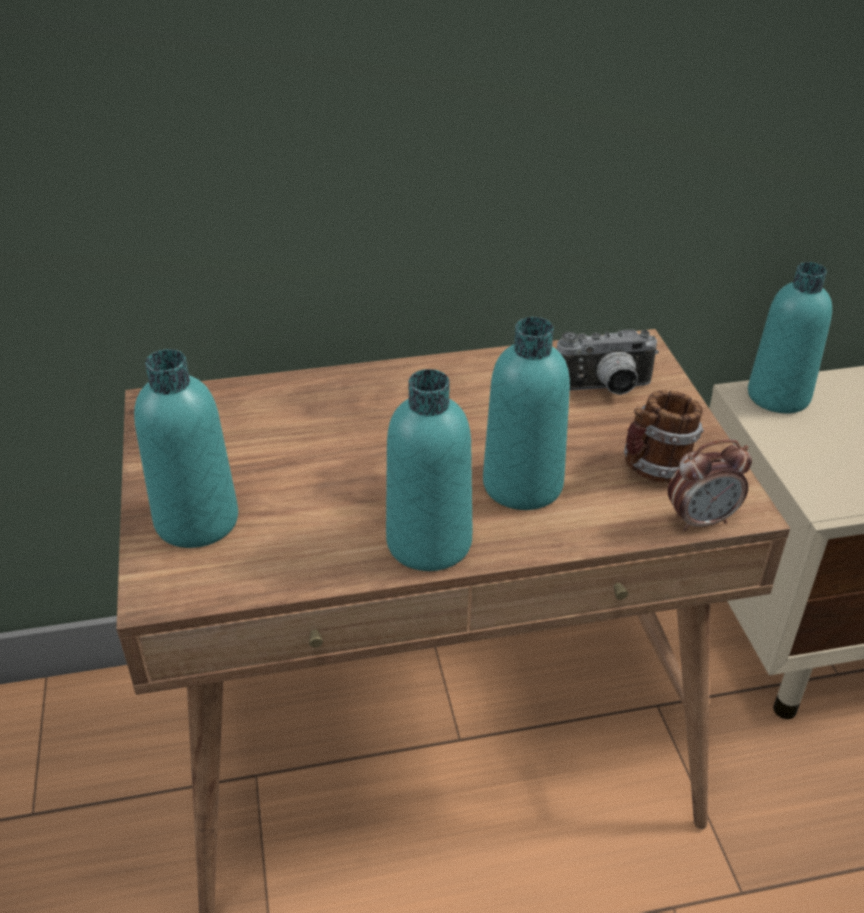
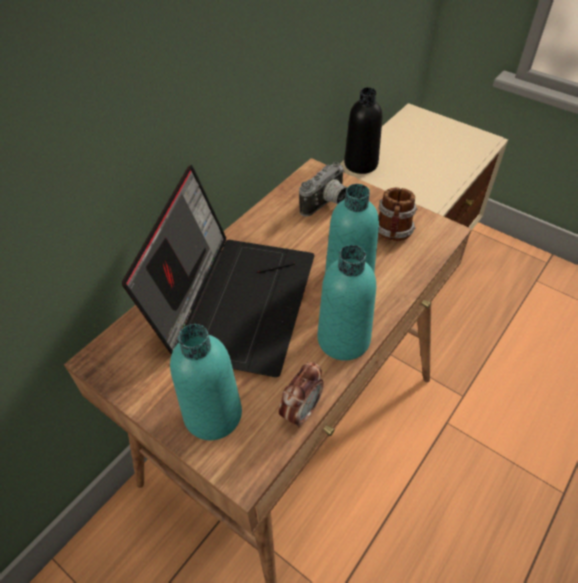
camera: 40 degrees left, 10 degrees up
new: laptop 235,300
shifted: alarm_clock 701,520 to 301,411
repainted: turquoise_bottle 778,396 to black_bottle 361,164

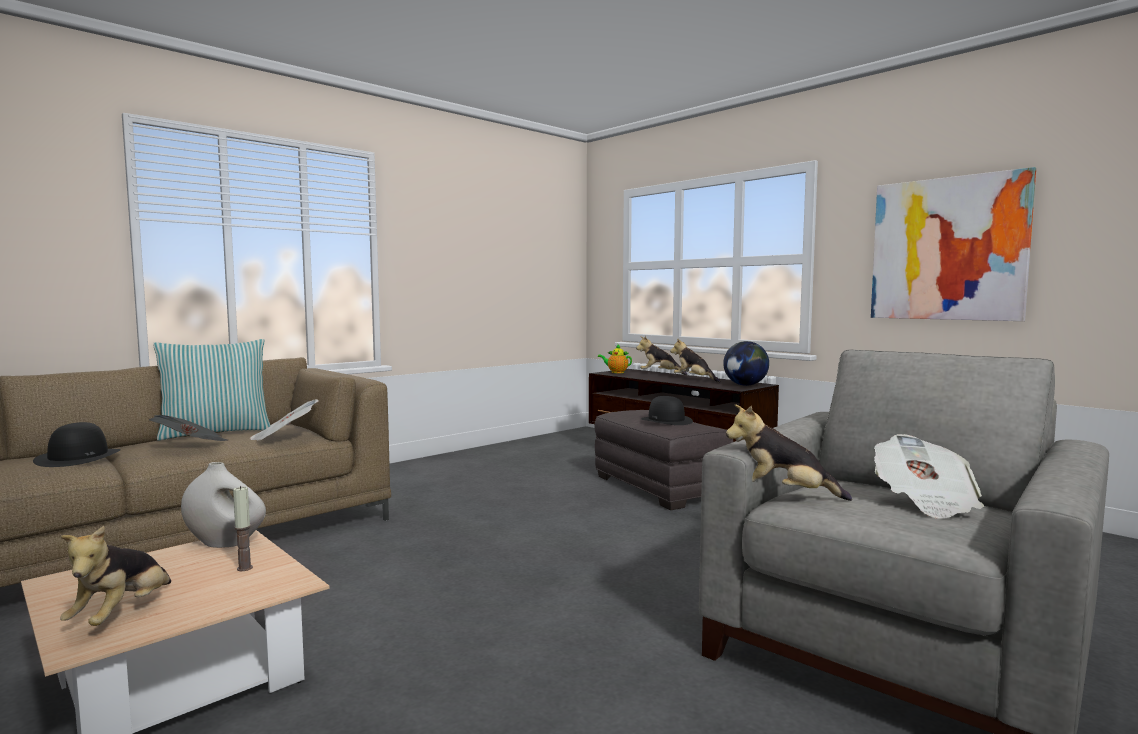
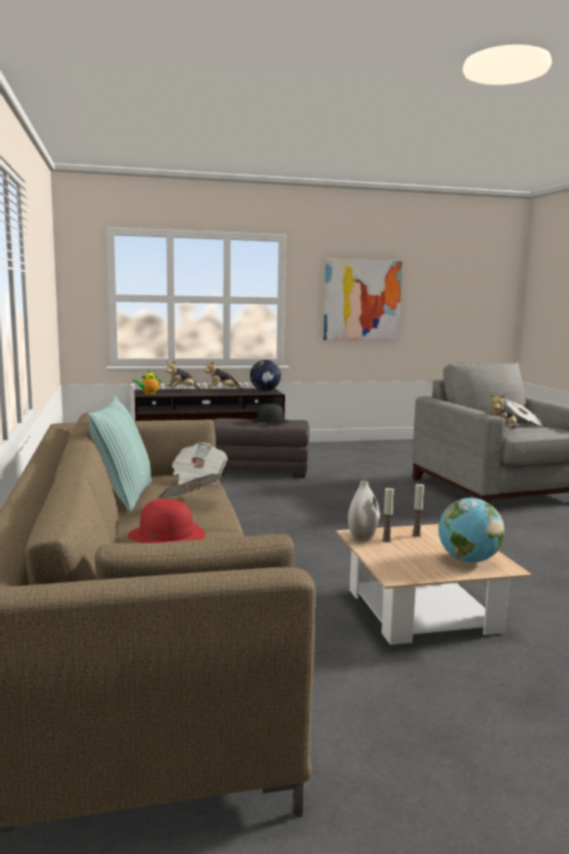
camera: 60 degrees left, 5 degrees up
new: candle 386,540
swapped: plush_toy 122,614 to globe 468,560
repainted: black_hat 78,457 to red_hat 167,535

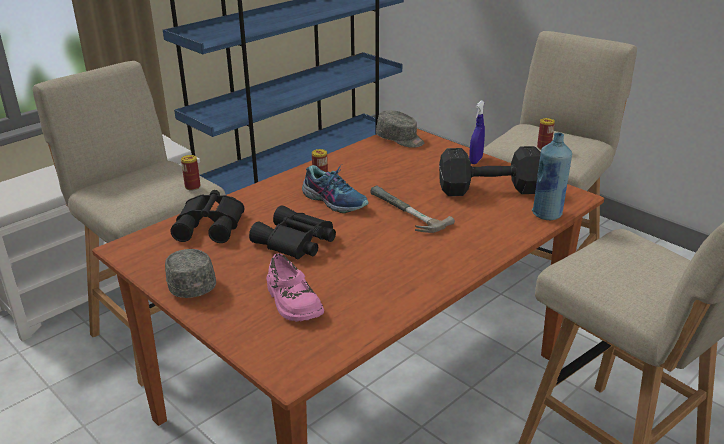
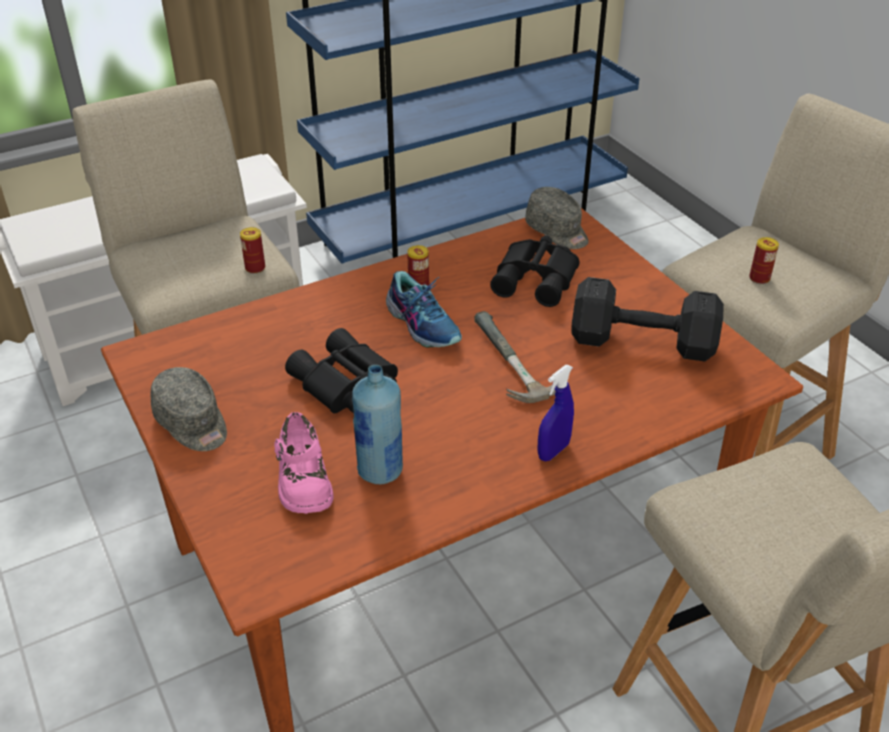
camera: 15 degrees right, 10 degrees up
shifted: black_binoculars 212,225 to 537,279; blue_spray_bottle 475,160 to 553,451; blue_bottle 547,214 to 380,471
rotated: grey_cap 189,283 = 192,423 150 degrees clockwise

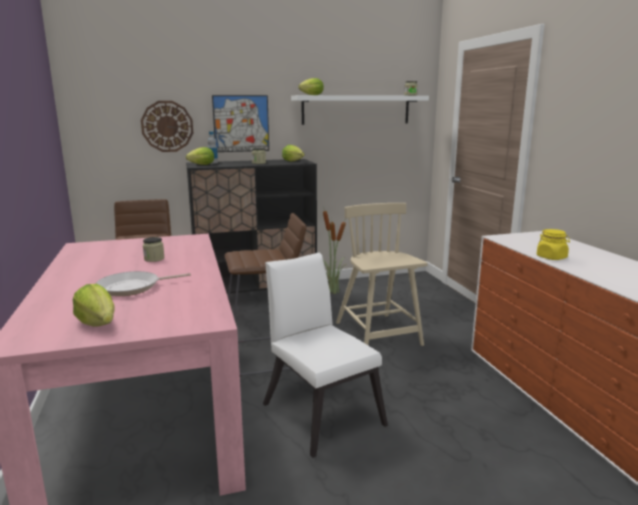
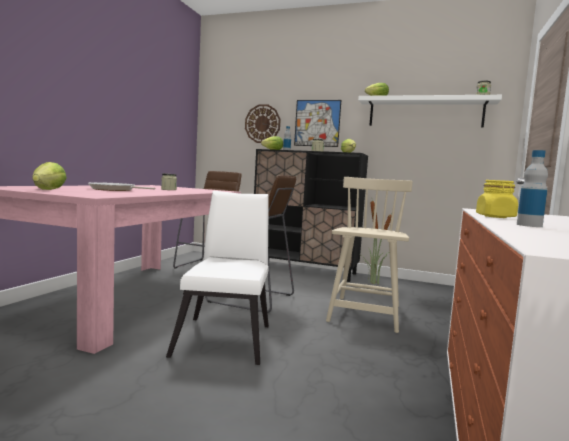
camera: 35 degrees right, 10 degrees down
new: bottle 529,225

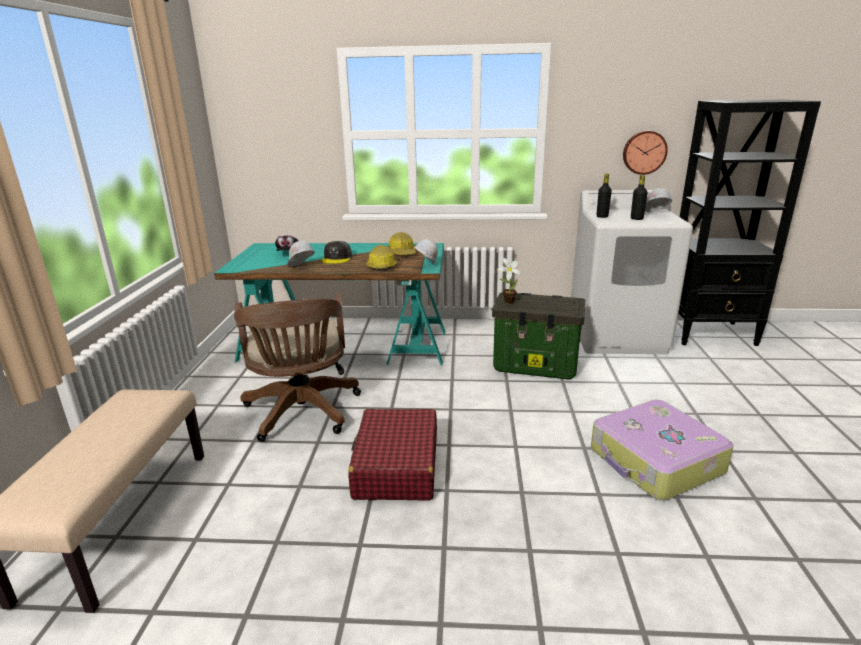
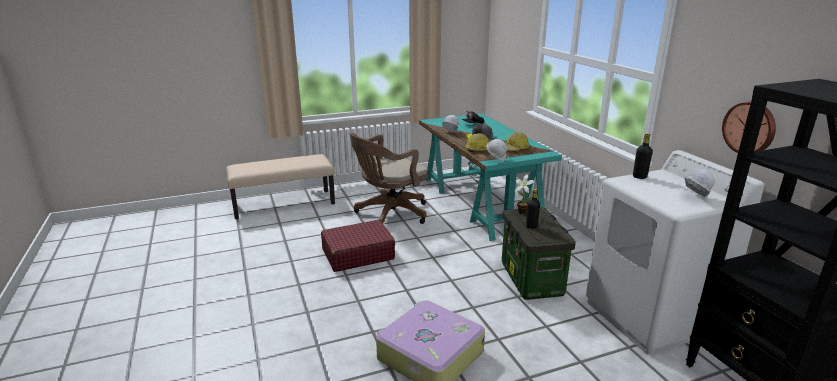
camera: 65 degrees right, 0 degrees up
shifted: black_bottle 636,219 to 531,226

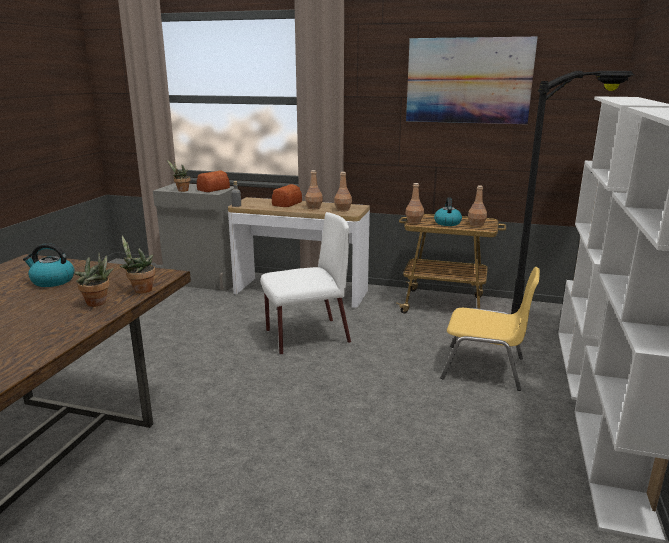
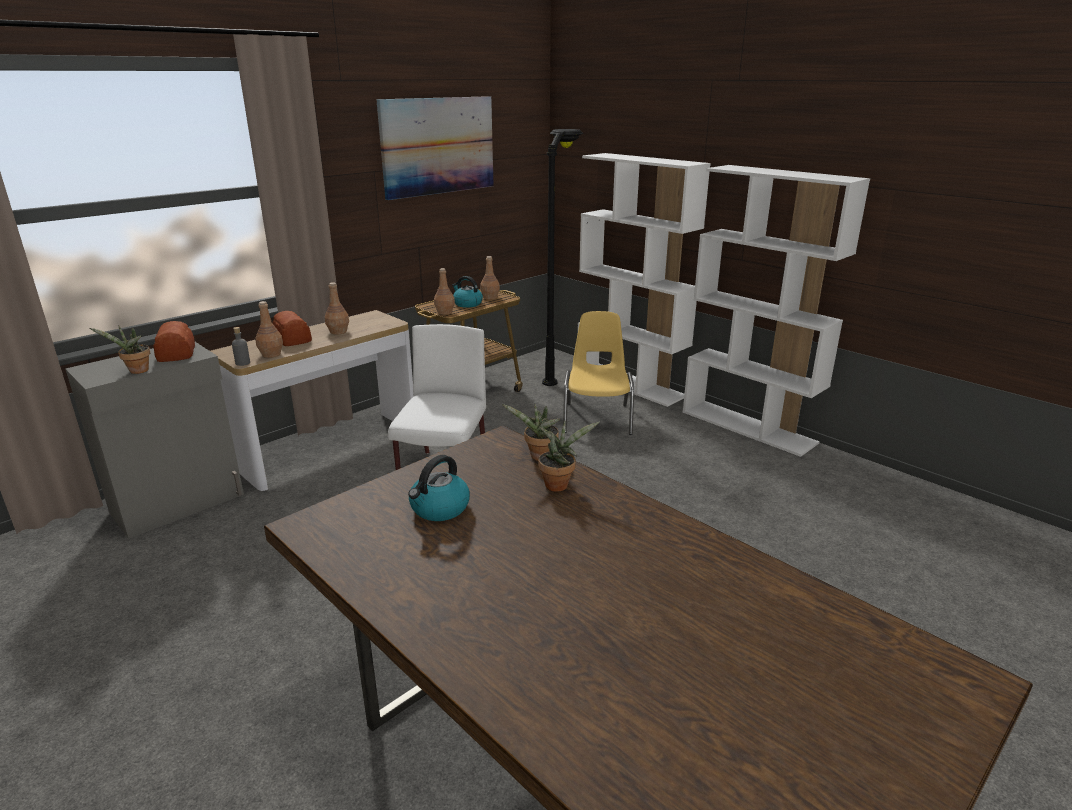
camera: 60 degrees left, 5 degrees up
shifted: brown_bottle 342,210 to 271,354
rotated: yellow_chair 484,368 = 597,418 45 degrees counterclockwise

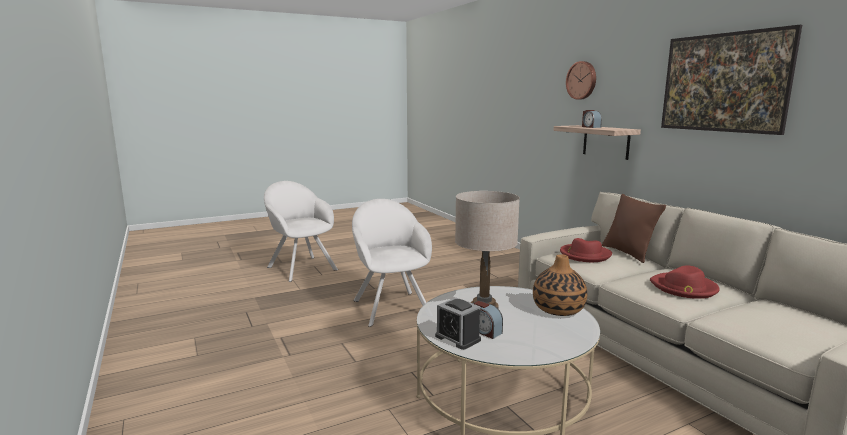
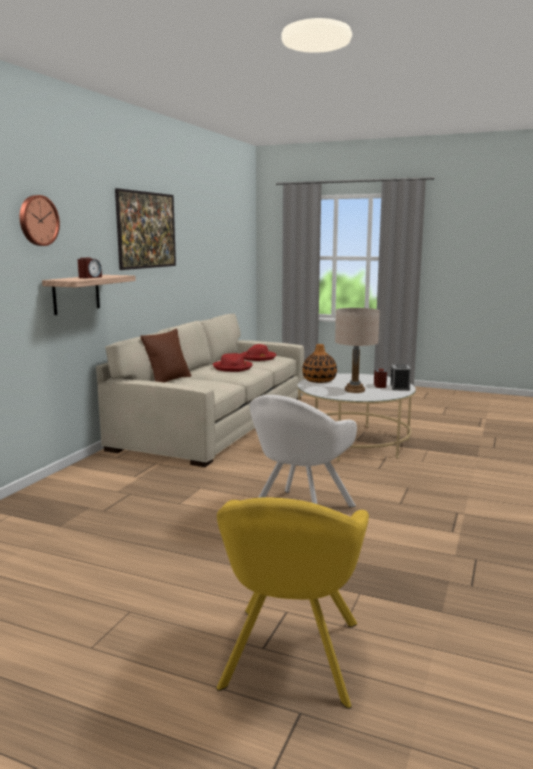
camera: 130 degrees left, 0 degrees up
shifted: red_hat 584,255 to 258,357
repainted: white_armchair 300,267 to yellow_armchair 290,659

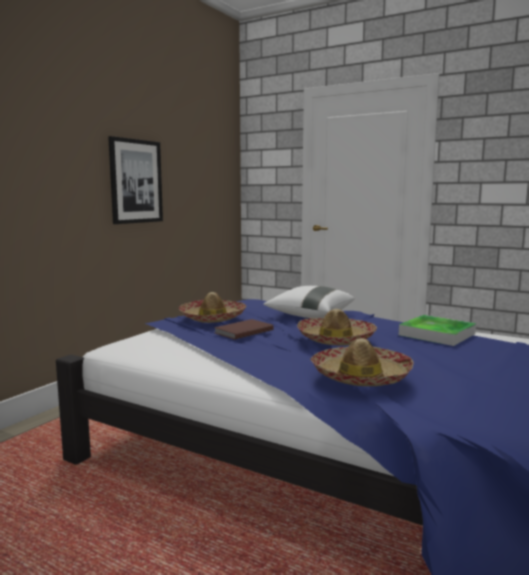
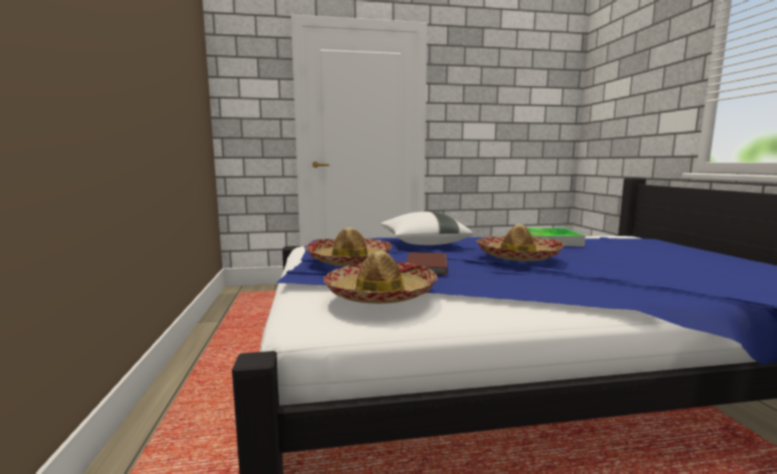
camera: 40 degrees left, 0 degrees up
gone: picture 135,181
shifted: hat 361,376 to 380,294

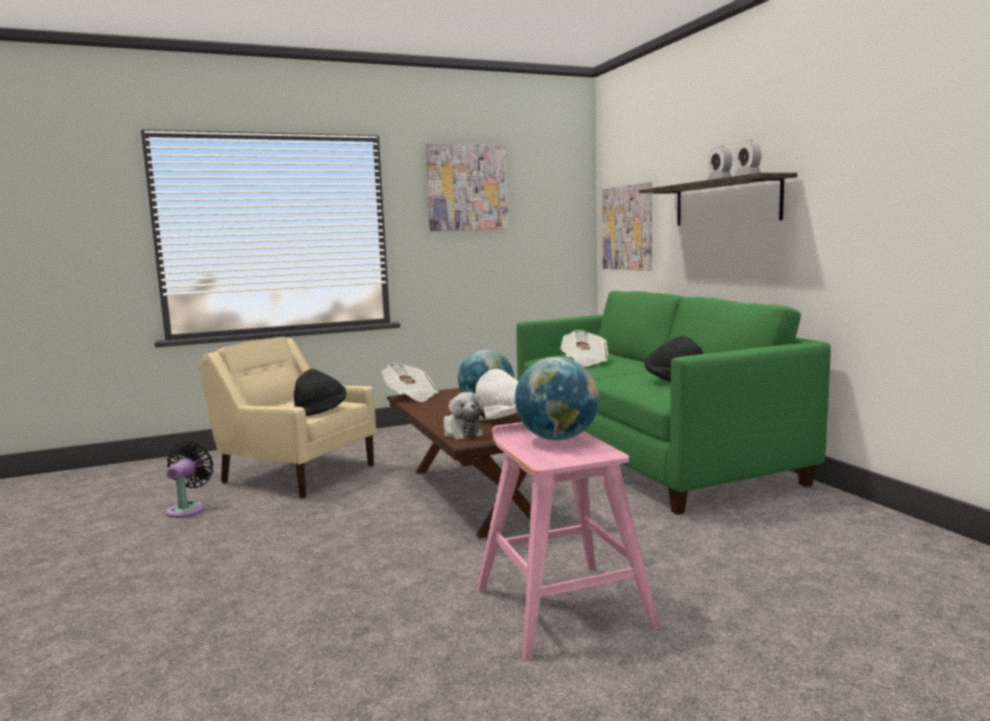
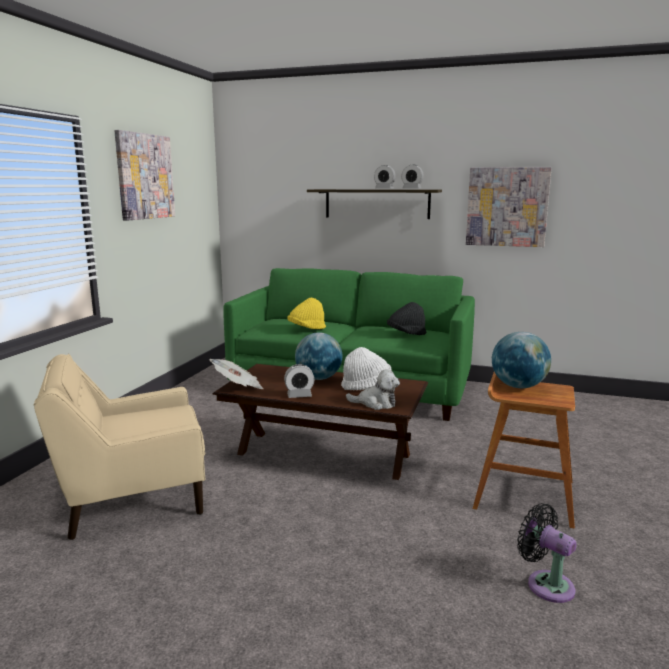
camera: 50 degrees left, 5 degrees up
gone: black_hat 320,411
new: alarm_clock 299,395
shifted: black_fan 188,509 to 546,584; picture 628,228 to 507,207
swapped: newspaper 584,362 to yellow_hat 306,329
repainted: pink_stool 562,606 to brown_stool 522,494

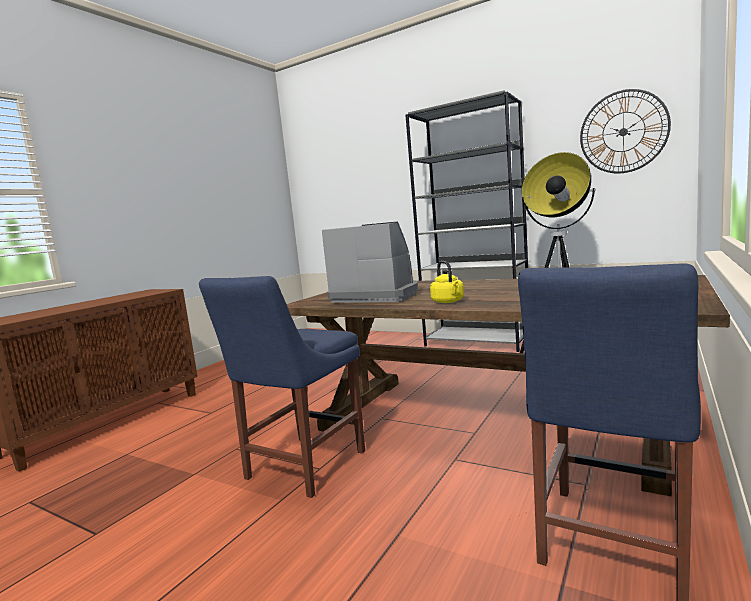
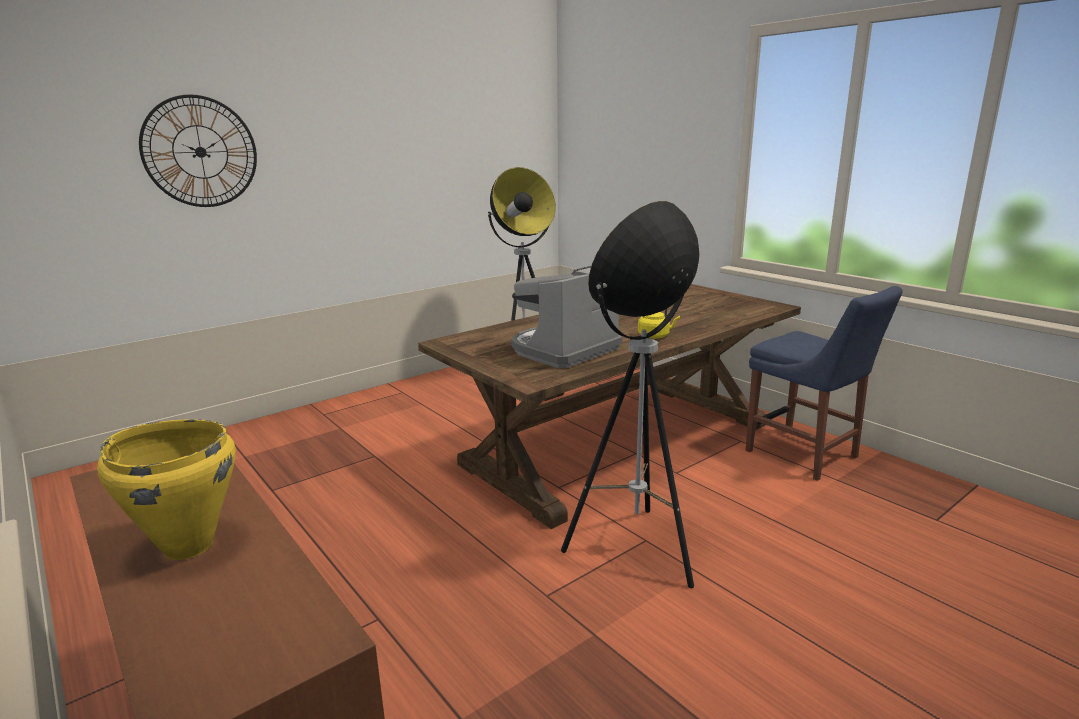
camera: 70 degrees left, 10 degrees up
gone: grey_bookcase 478,342
new: yellow_cooking_pot 188,546
shifted: wall_clock 623,132 to 200,152
swapped: blue_chair 301,467 to floor_lamp 635,550

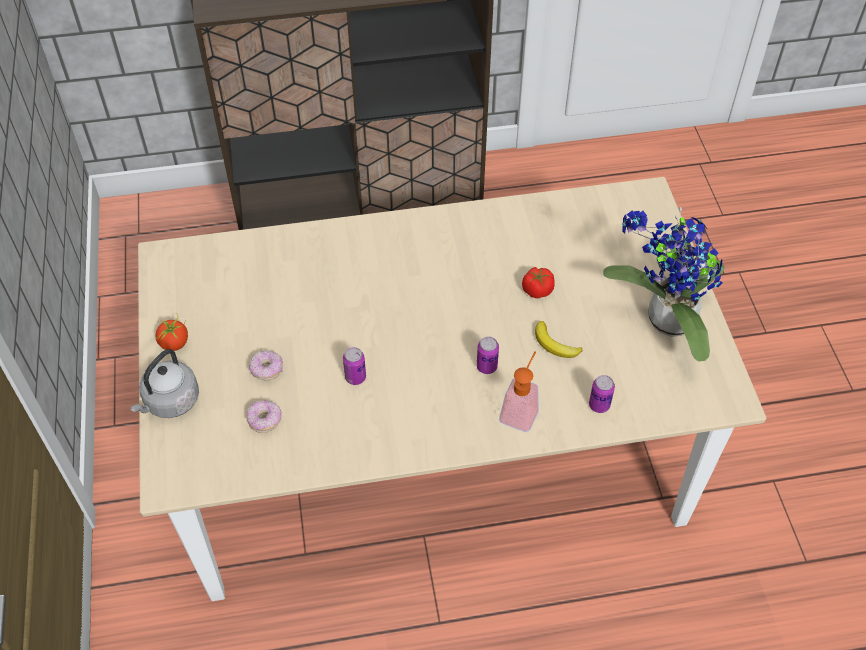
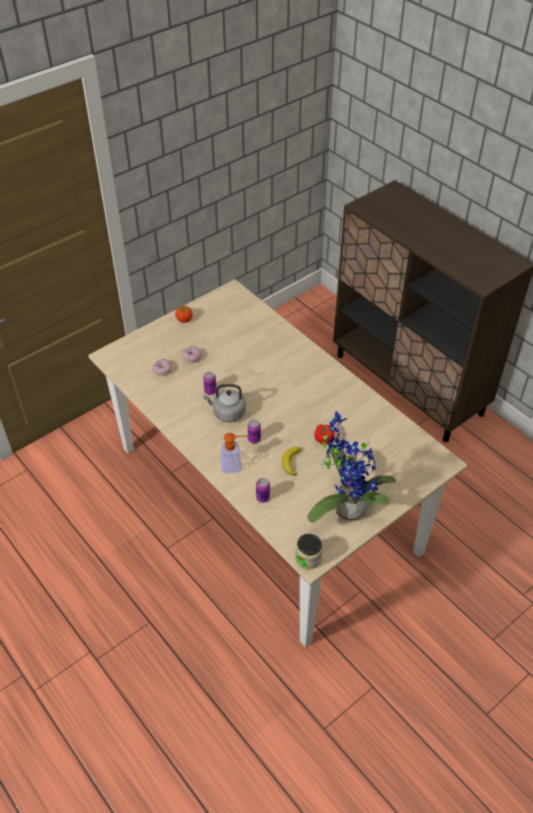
camera: 60 degrees right, 5 degrees down
new: jar 308,558
shifted: grey_kettle 170,402 to 227,413

